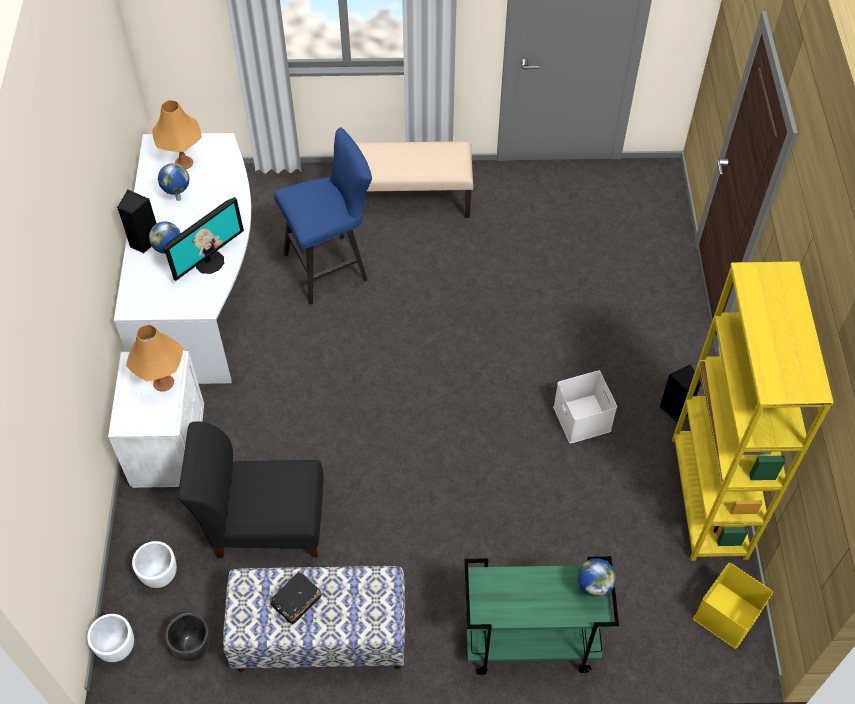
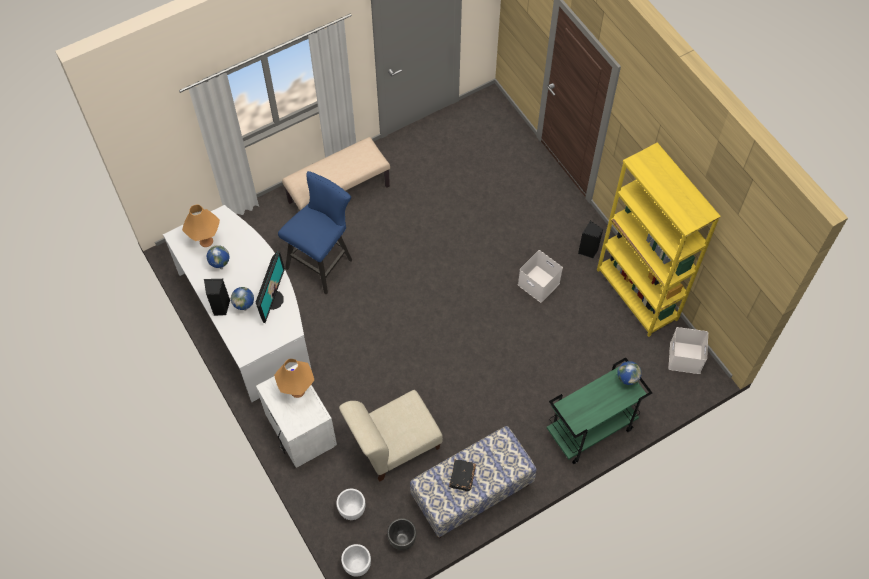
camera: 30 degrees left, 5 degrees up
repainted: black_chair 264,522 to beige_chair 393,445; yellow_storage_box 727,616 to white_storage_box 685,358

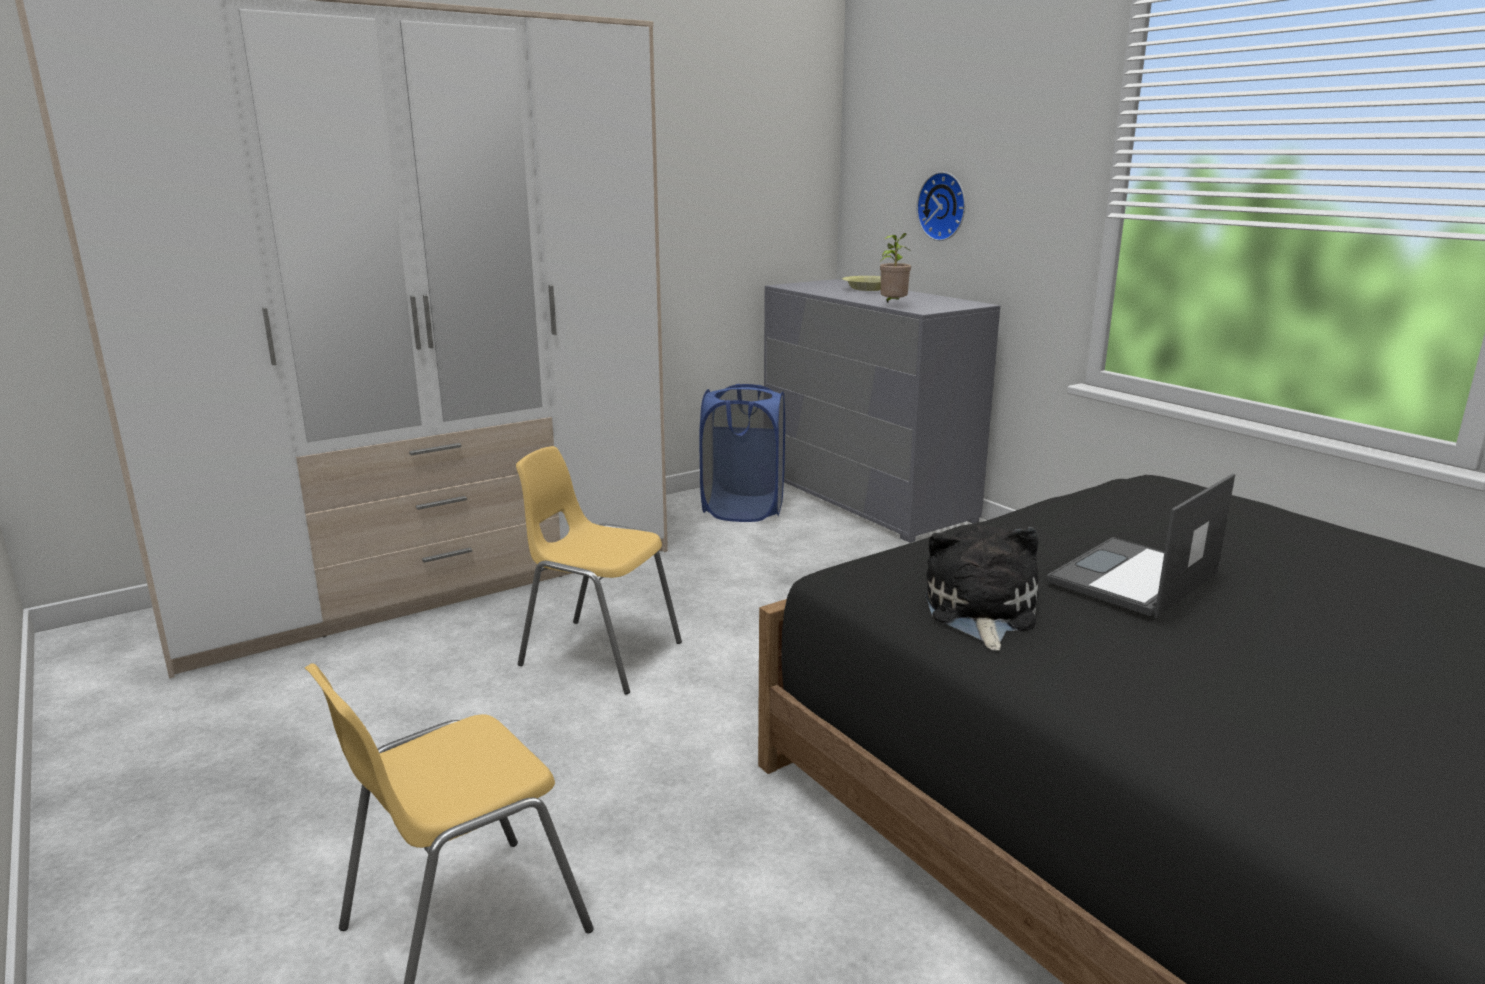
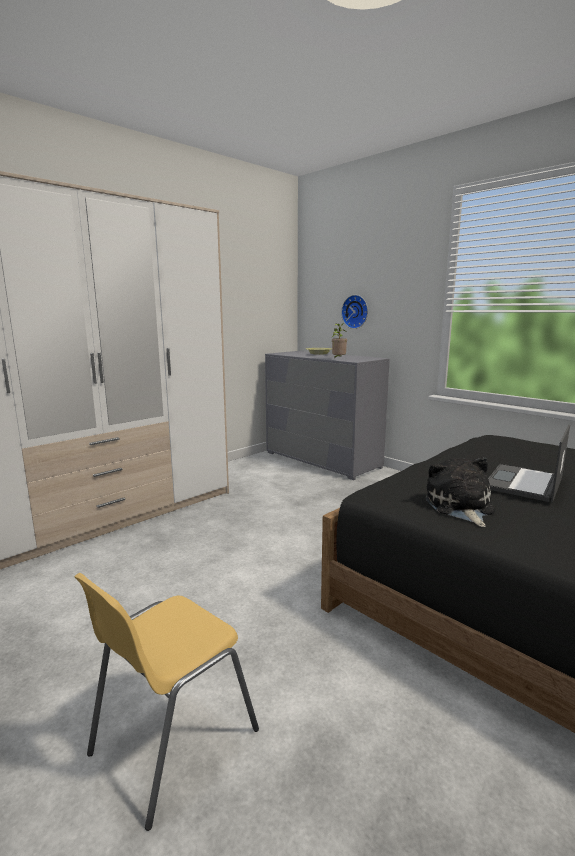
camera: 10 degrees left, 5 degrees down
gone: yellow_chair 599,654; blue_laundry_basket 743,509

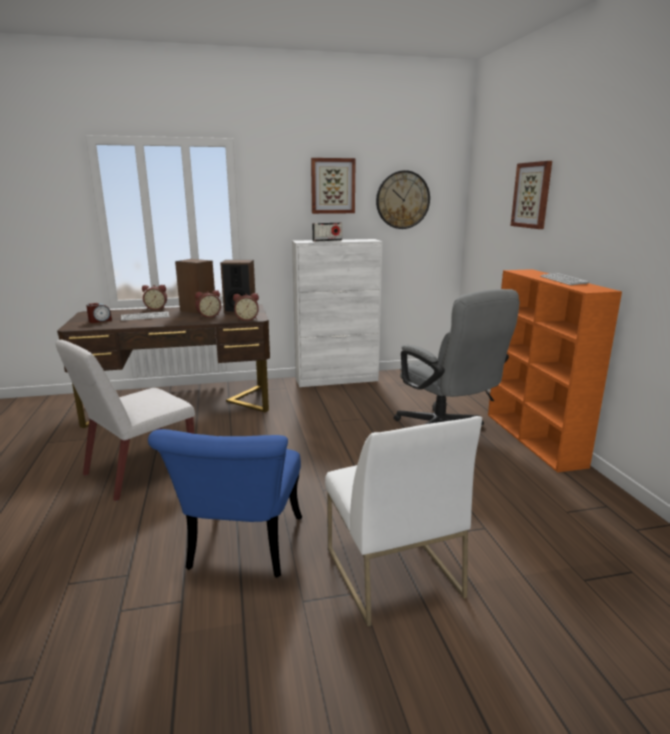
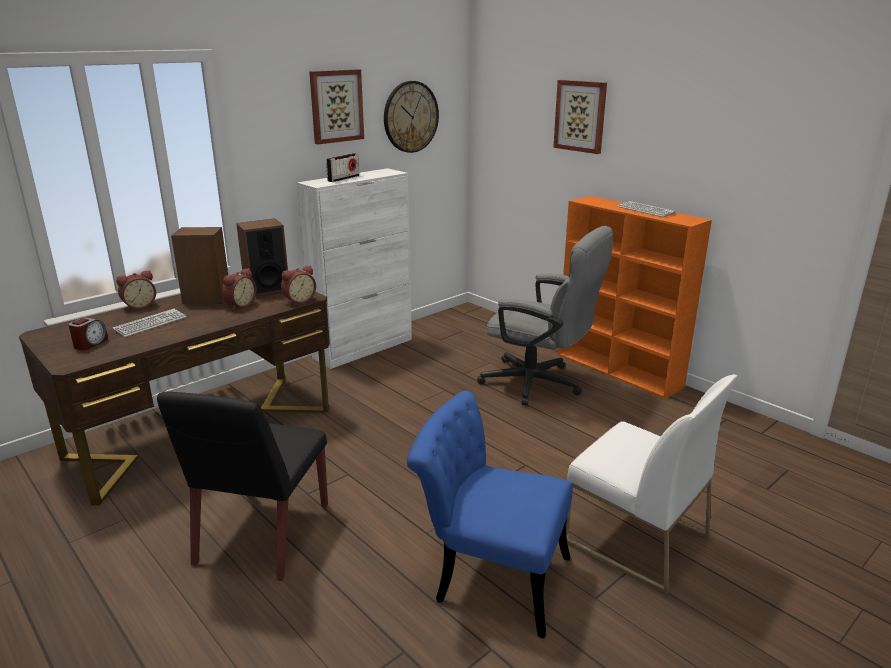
camera: 30 degrees left, 5 degrees up
repainted: white_chair 139,471 to black_chair 262,535
rotated: blue_chair 242,551 = 489,576 135 degrees clockwise

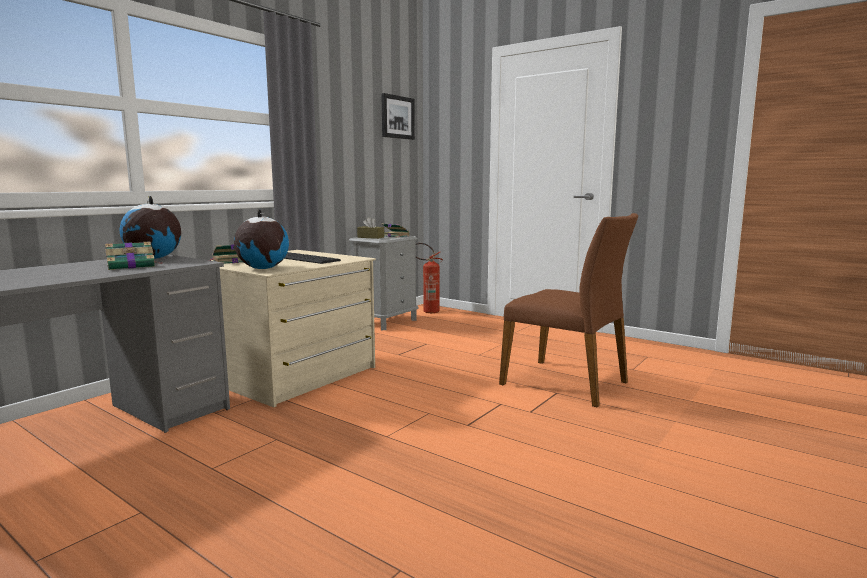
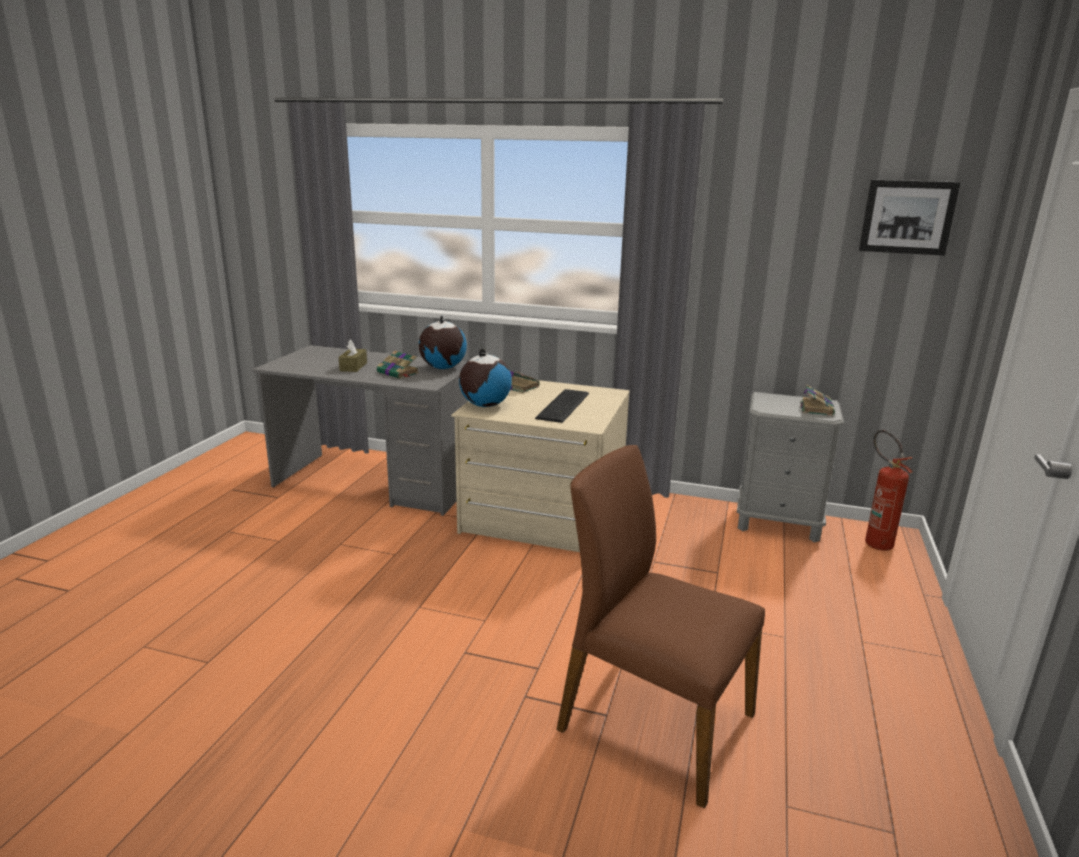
camera: 70 degrees right, 10 degrees up
shifted: brown_tissue_box 370,237 to 353,367
rotated: brown_chair 566,383 = 653,722 105 degrees clockwise

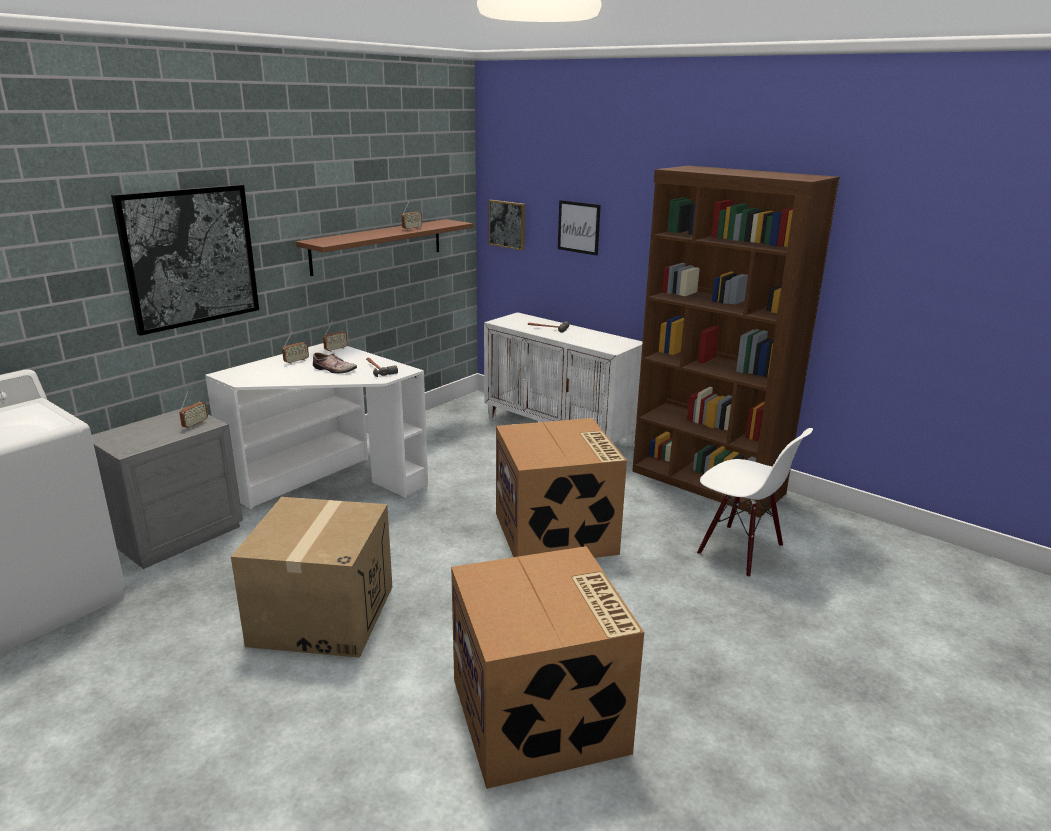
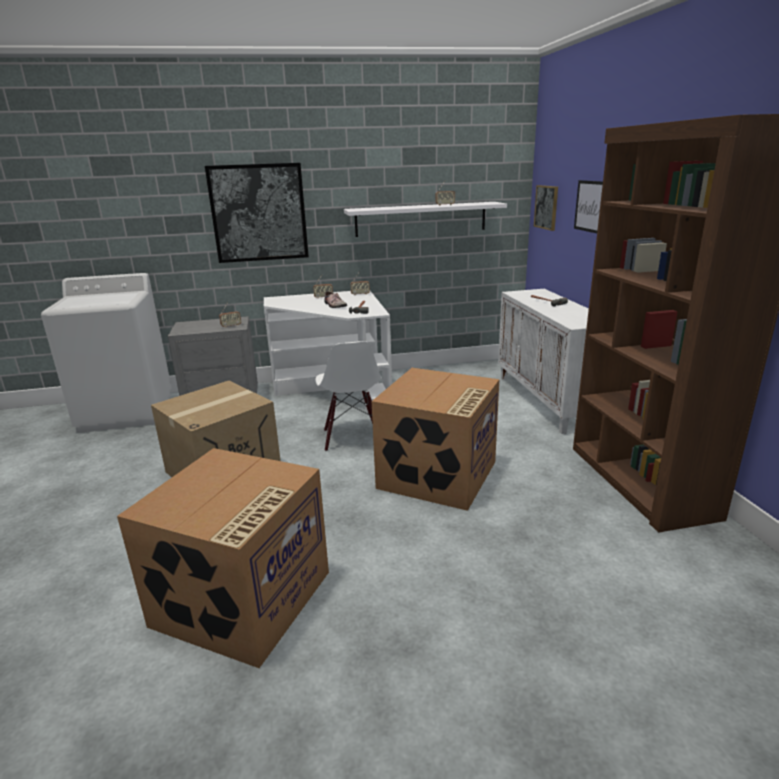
camera: 40 degrees right, 0 degrees up
shifted: white_chair 739,550 to 352,437
repainted: brown_shelf 378,246 to white_shelf 421,219

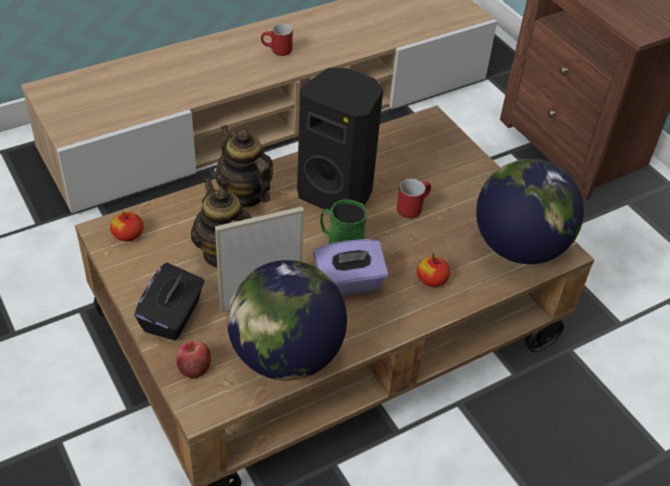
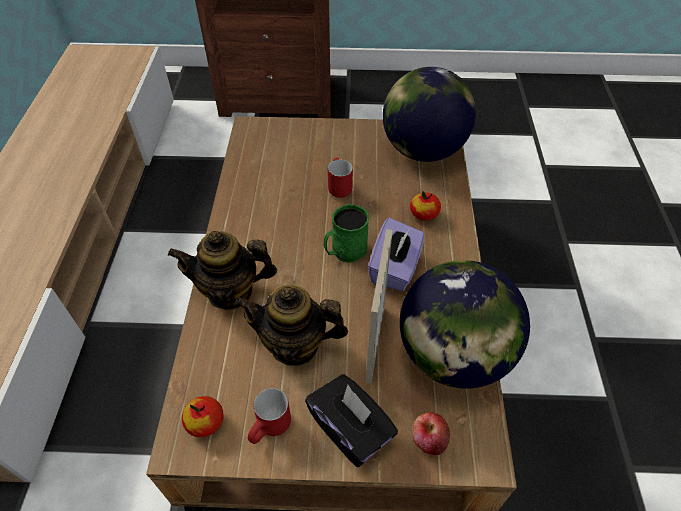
camera: 55 degrees left, 5 degrees up
gone: black_speaker 337,194
shifted: red_mug 277,52 to 271,429

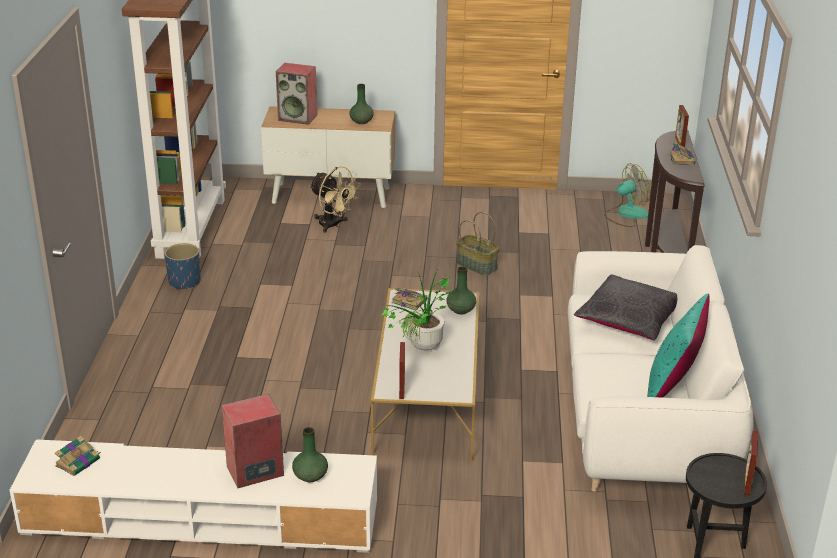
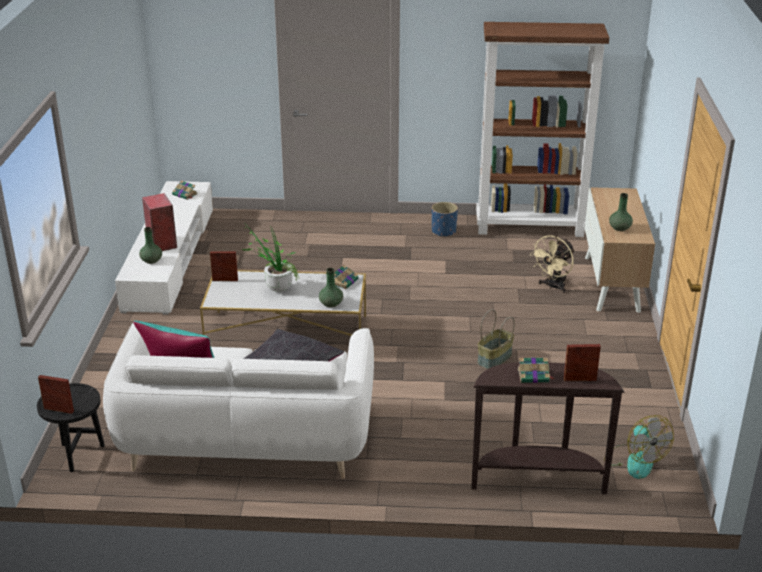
camera: 90 degrees right, 0 degrees up
gone: speaker 298,117

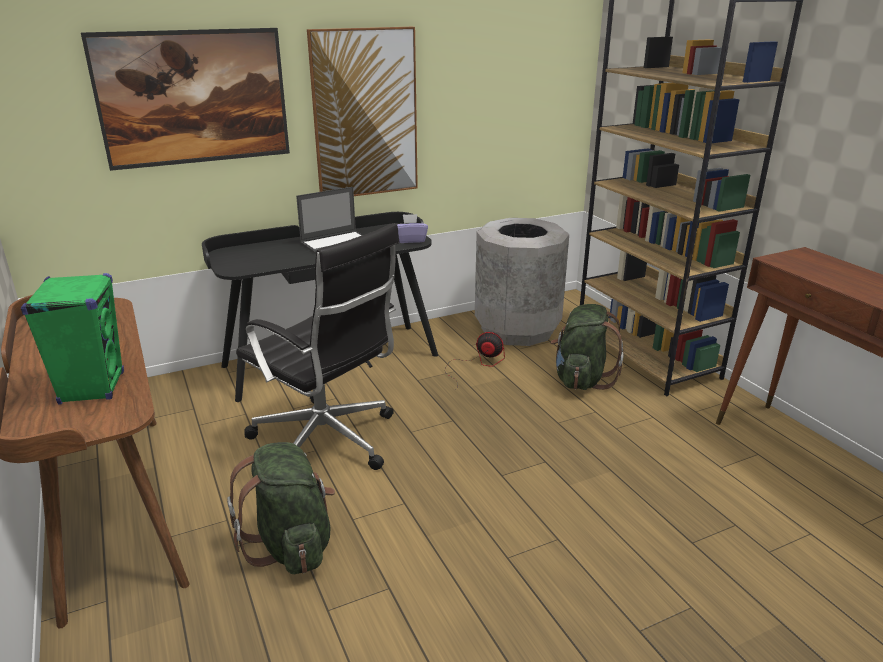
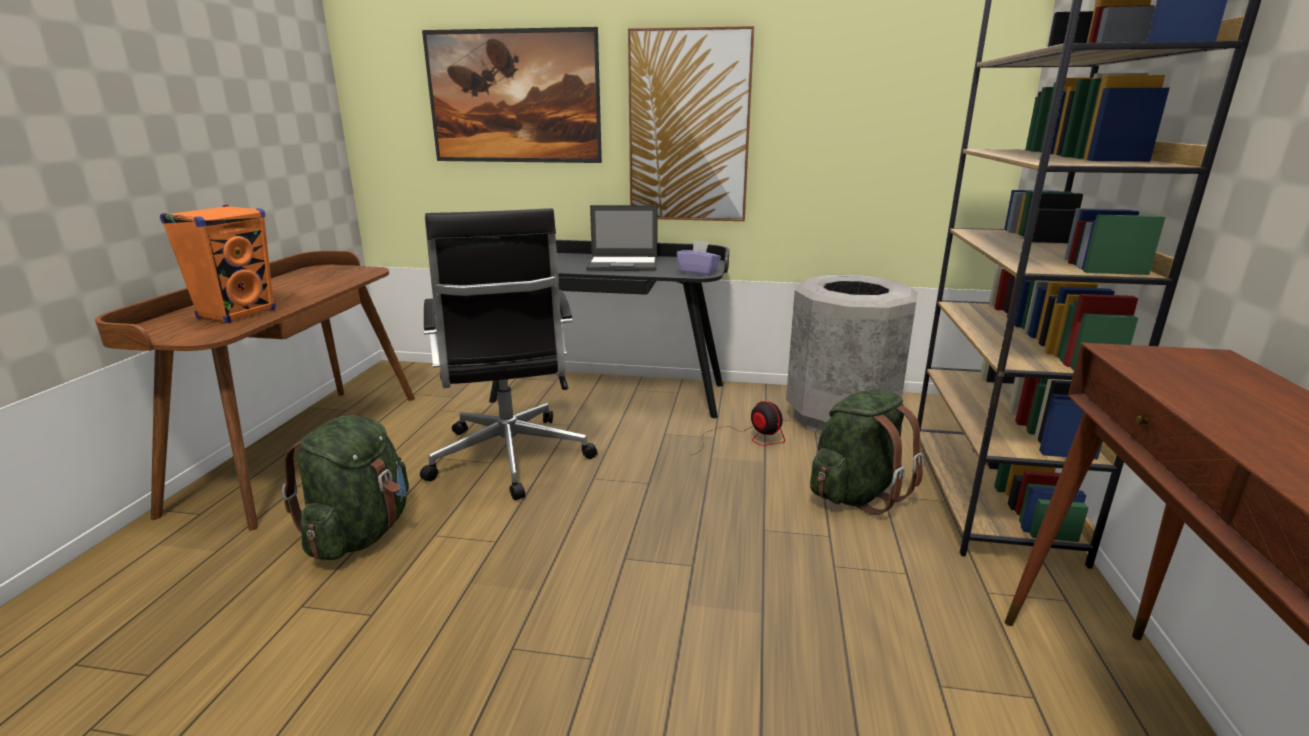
camera: 35 degrees right, 5 degrees down
repainted: green_speaker 92,388 to orange_speaker 237,314

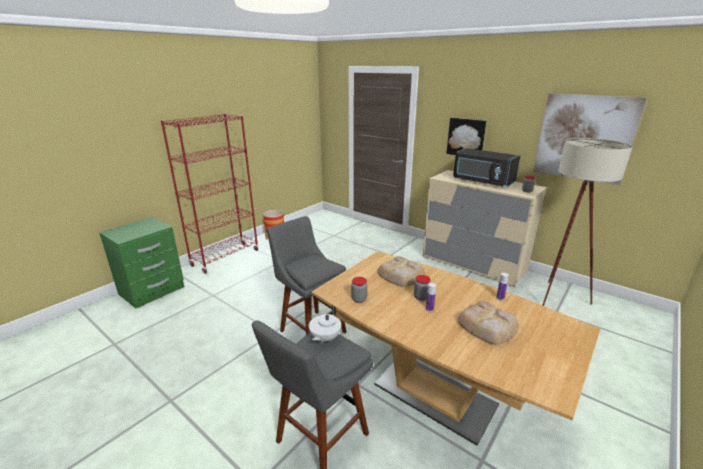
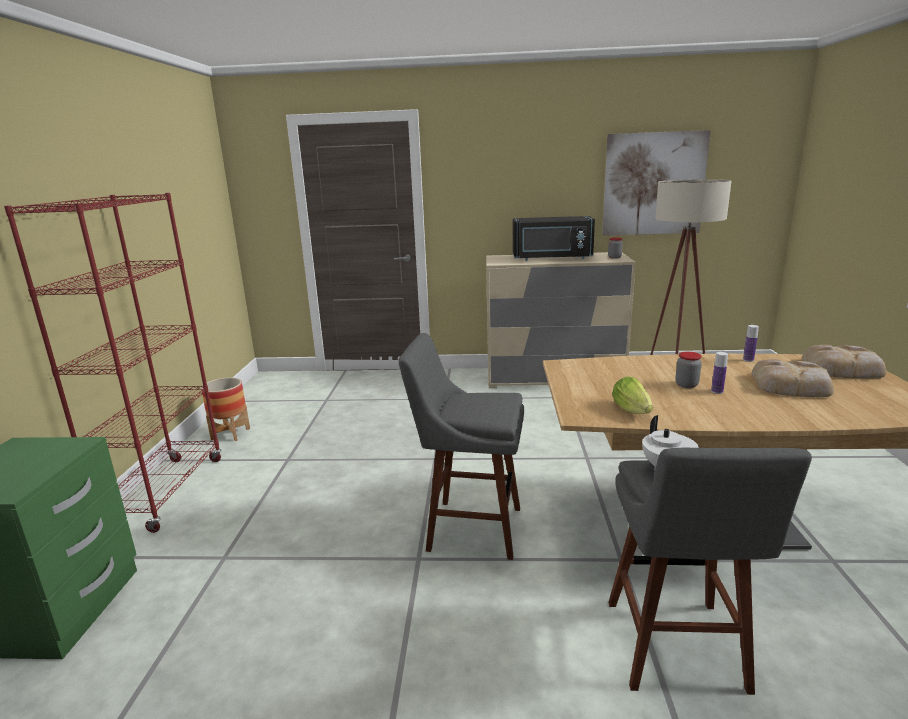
camera: 35 degrees left, 5 degrees down
gone: picture 466,137
shifted: bread 401,275 to 843,369
swapped: jar 359,299 to lettuce 633,411

